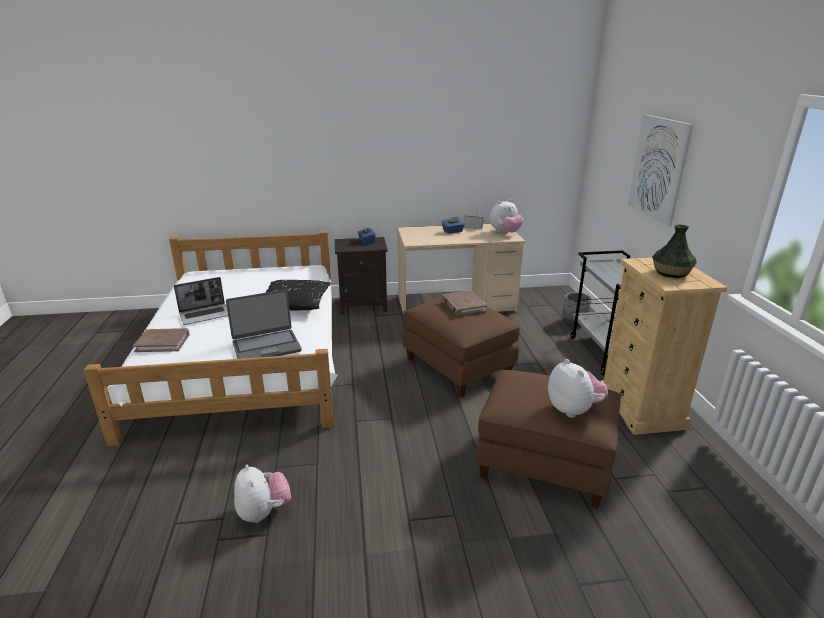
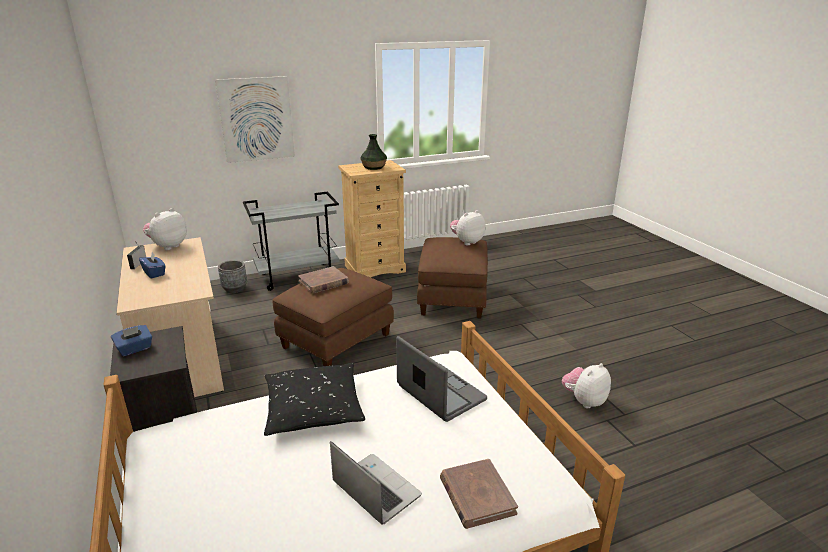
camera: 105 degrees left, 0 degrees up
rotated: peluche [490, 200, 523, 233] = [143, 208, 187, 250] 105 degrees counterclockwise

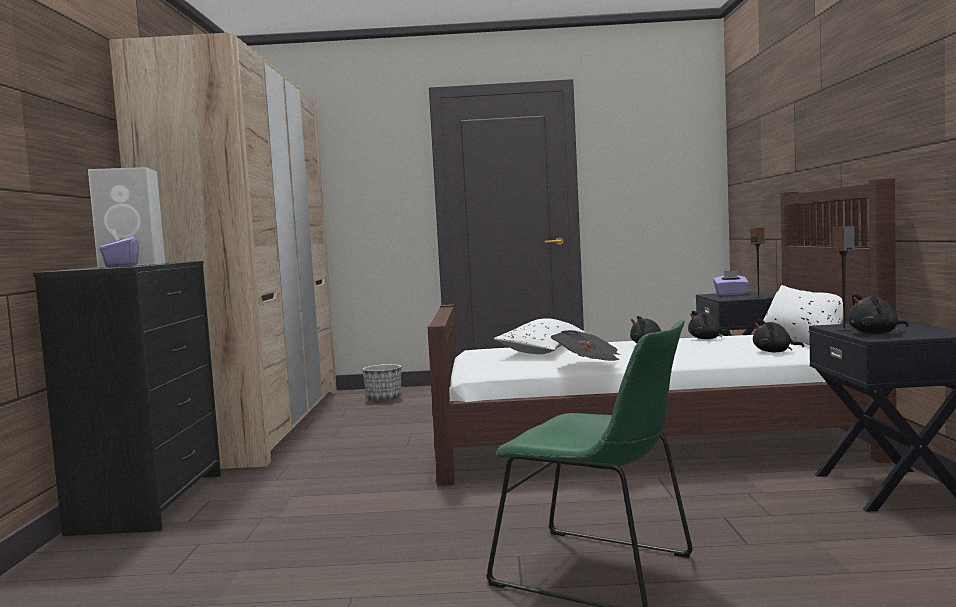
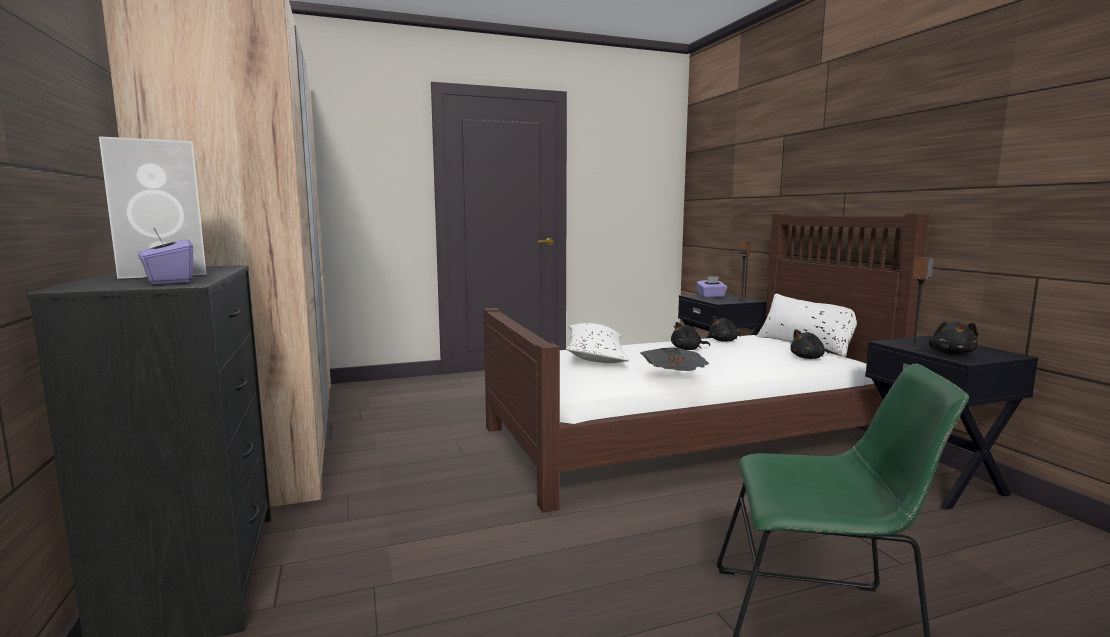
camera: 20 degrees left, 5 degrees up
gone: cache-pot [363, 364, 401, 402]
rotated: peluche [noir] [848, 293, 909, 334] = [928, 320, 978, 355] 45 degrees counterclockwise

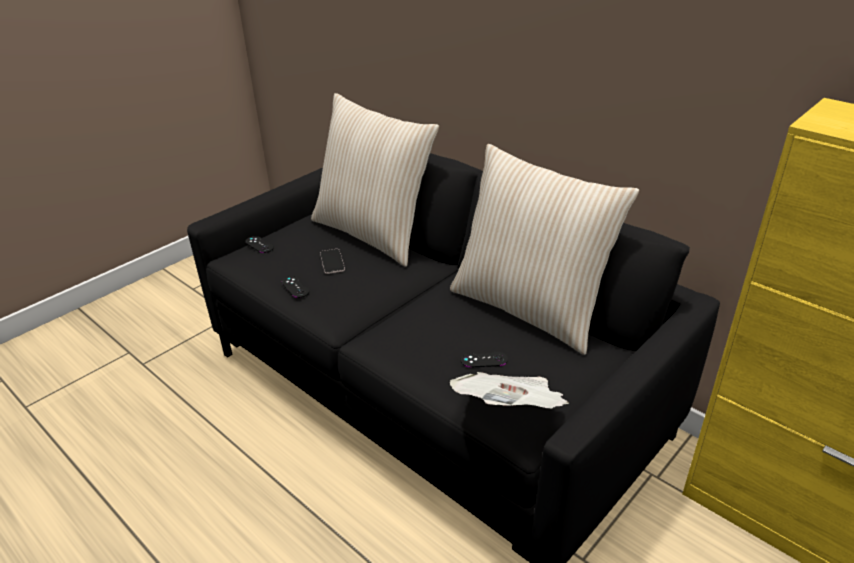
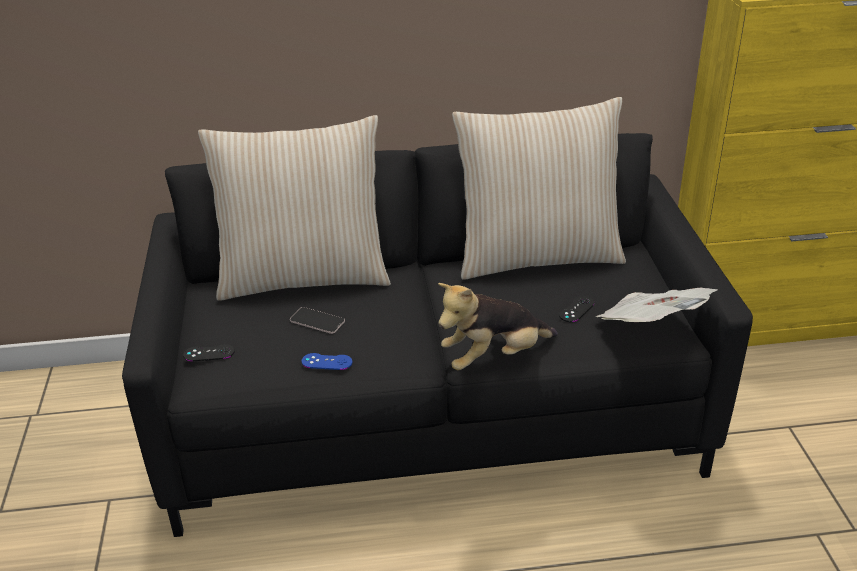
camera: 50 degrees left, 0 degrees up
new: peluche [438, 283, 558, 370]
repainted: manette [noir] [282, 276, 309, 298] to manette [bleu] [302, 353, 352, 370]

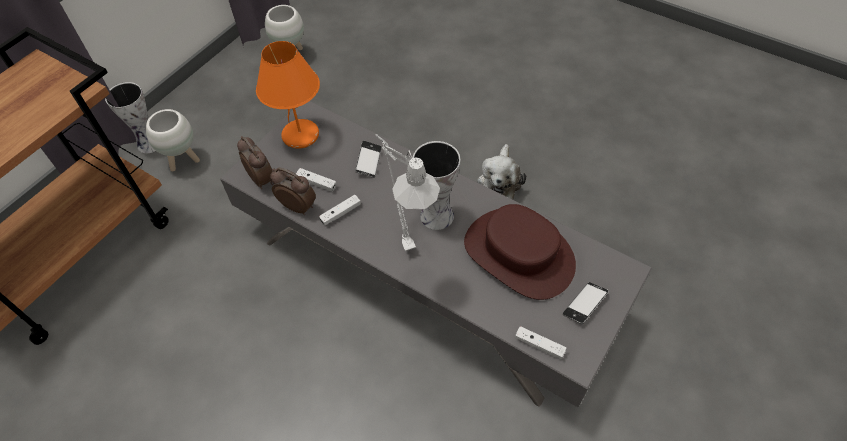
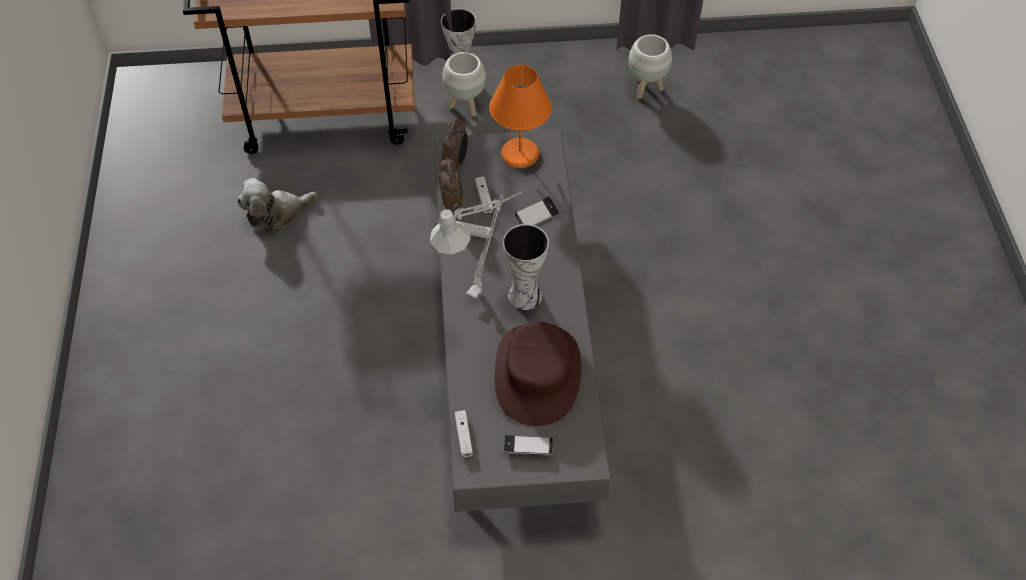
camera: 50 degrees right, 0 degrees up
shifted: peluche [477, 144, 526, 200] to [237, 178, 317, 233]

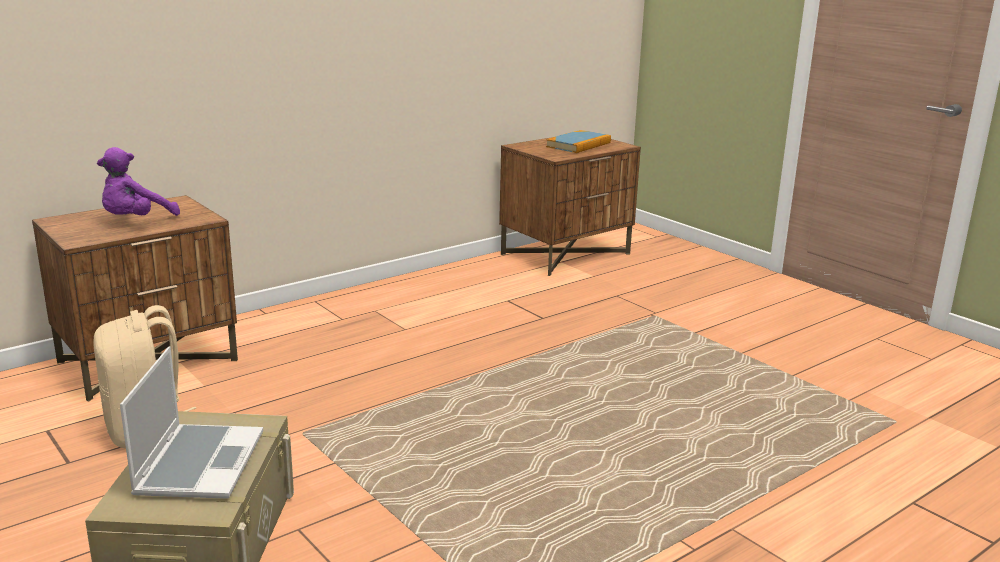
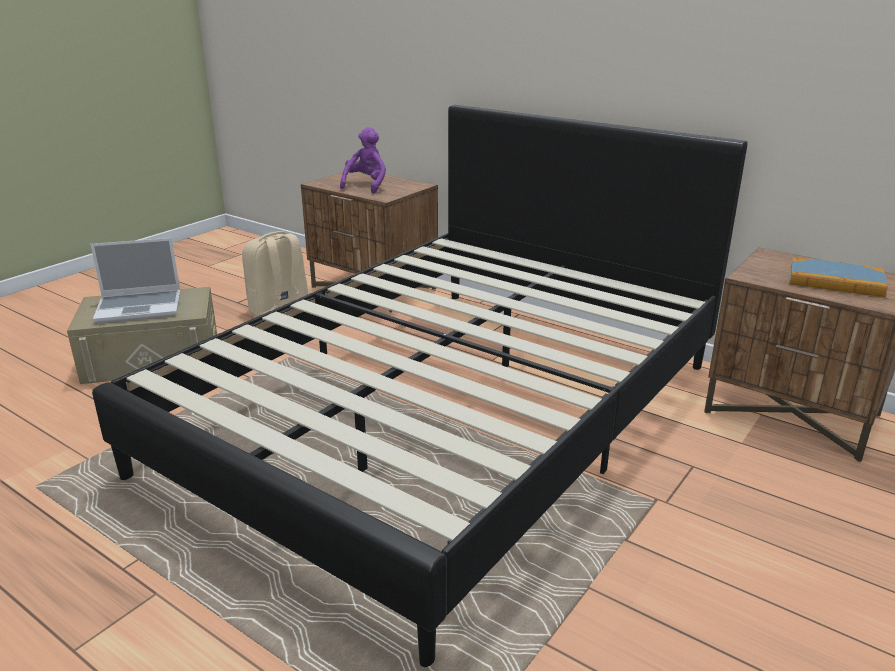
camera: 75 degrees right, 5 degrees up
new: lit [noir] [92, 105, 748, 667]
rotated: peluche [violet] [97, 147, 180, 216] = [340, 127, 386, 193] 90 degrees clockwise

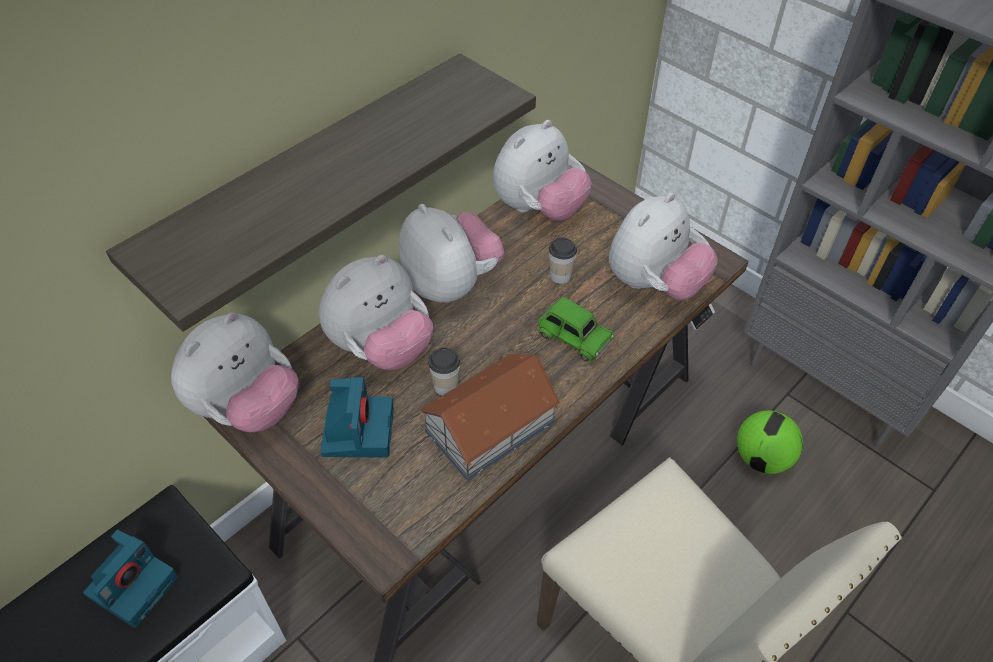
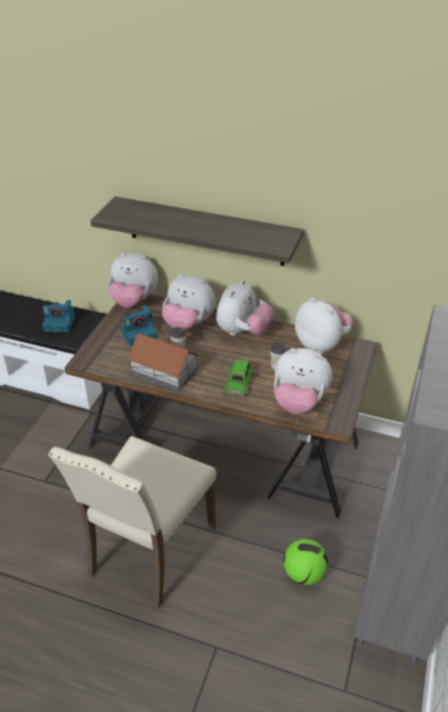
camera: 65 degrees right, 10 degrees down
rotated: peluche [493, 120, 592, 221] = [295, 297, 353, 354] 150 degrees counterclockwise

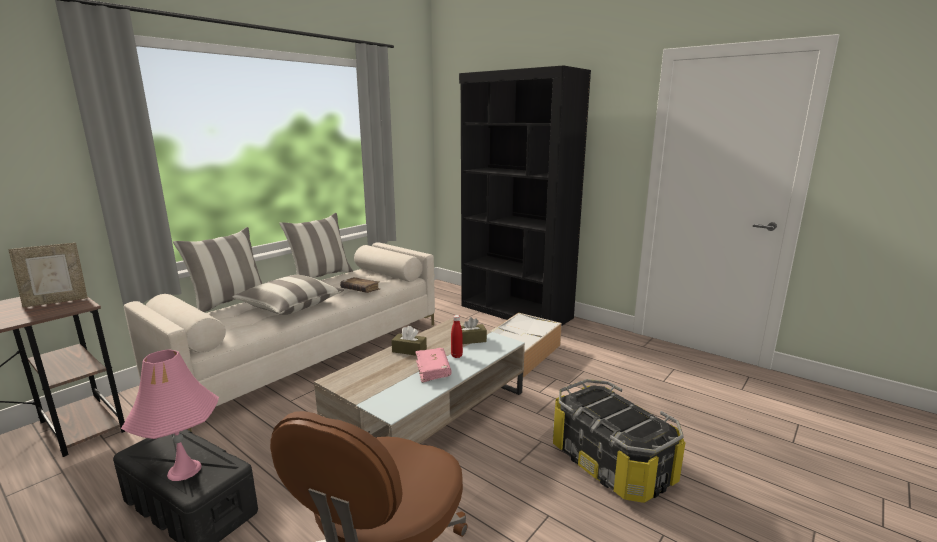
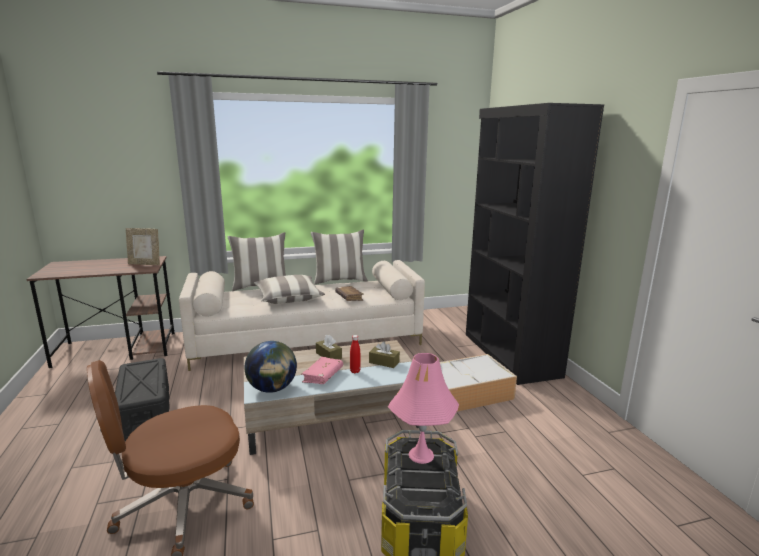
camera: 35 degrees right, 0 degrees up
new: globe [244, 341, 297, 393]
shifted: lampe de table [rose] [121, 349, 219, 481] to [388, 353, 459, 464]

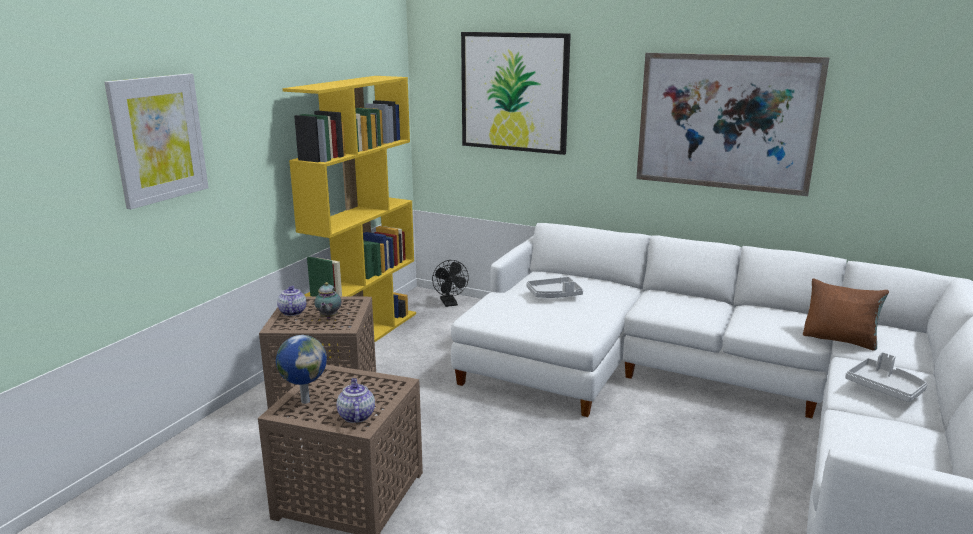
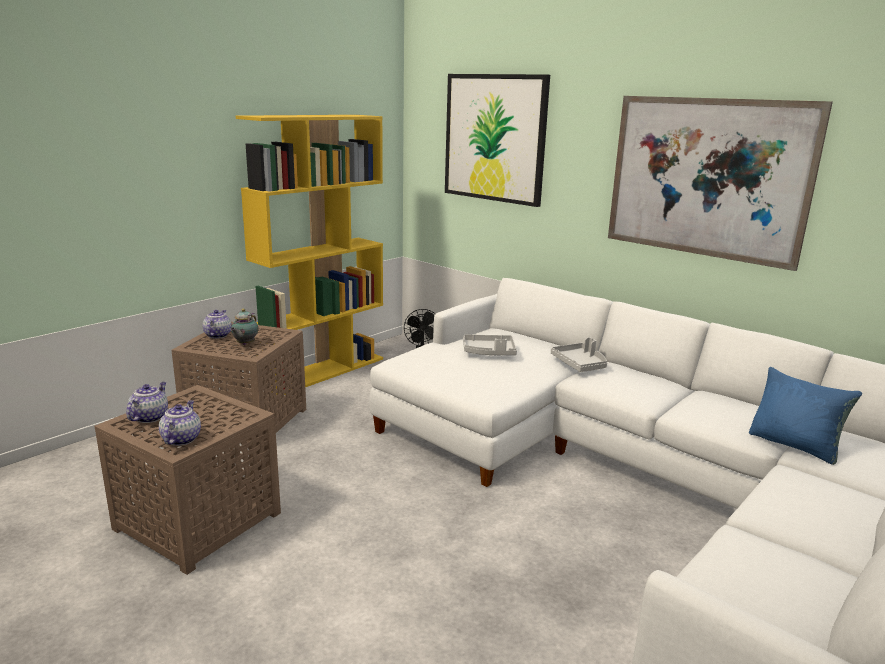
camera: 15 degrees right, 0 degrees up
gone: tableau [104, 74, 208, 209]
shifted: plateau [gris] [845, 352, 927, 402] to [551, 337, 607, 372]
swapped: globe [276, 335, 327, 404] to théière [126, 382, 168, 423]
repainted: coussin [marron] [803, 279, 889, 351] to coussin [bleu] [749, 367, 862, 465]

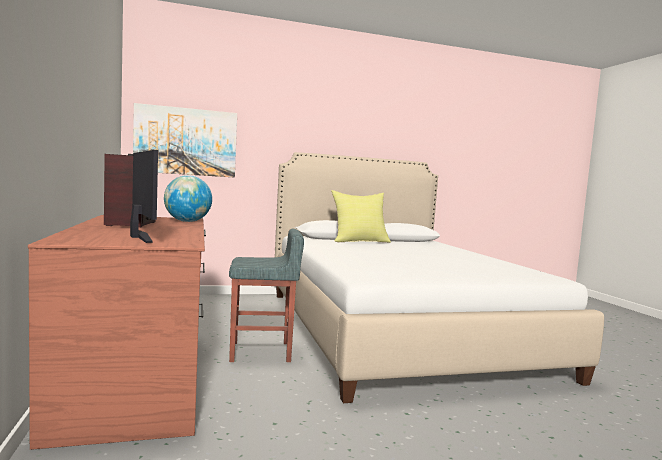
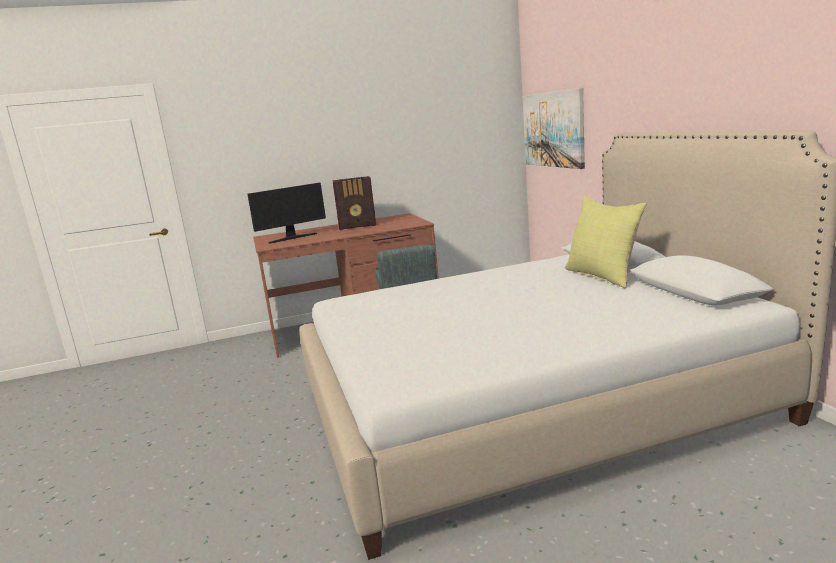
camera: 90 degrees right, 10 degrees up
gone: globe [164, 175, 212, 222]

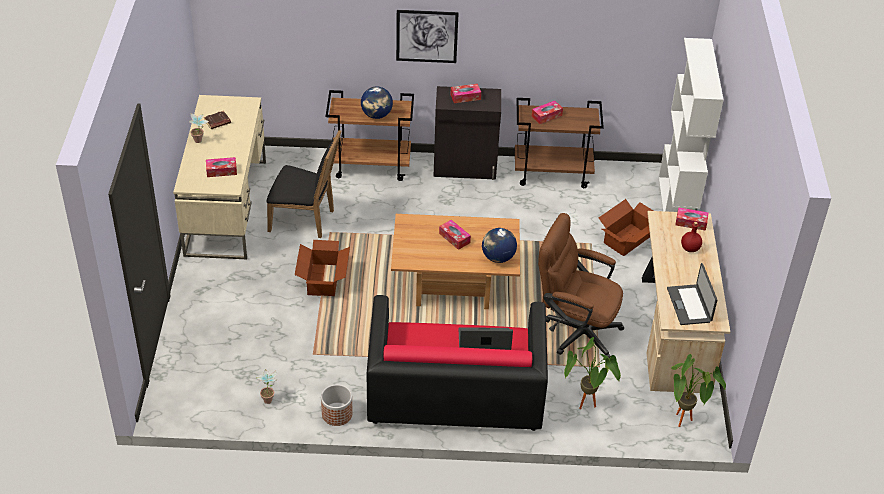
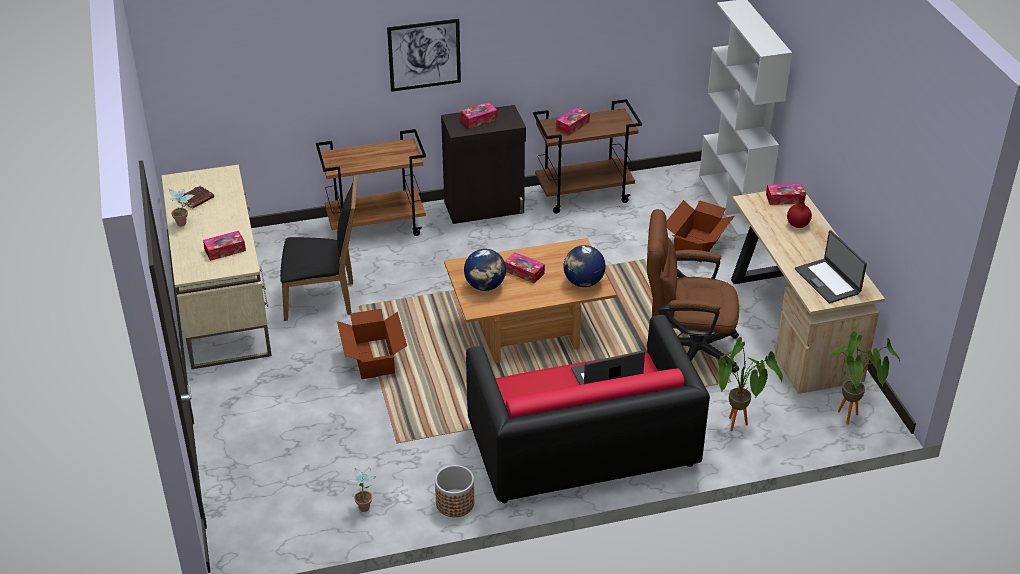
camera: 15 degrees left, 5 degrees down
shifted: globe [361, 87, 393, 119] to [464, 249, 506, 291]

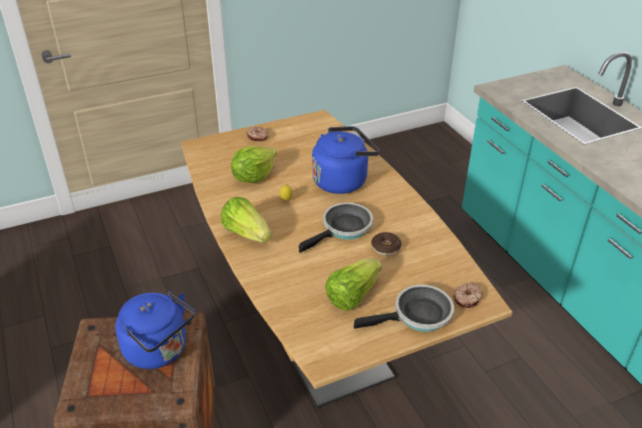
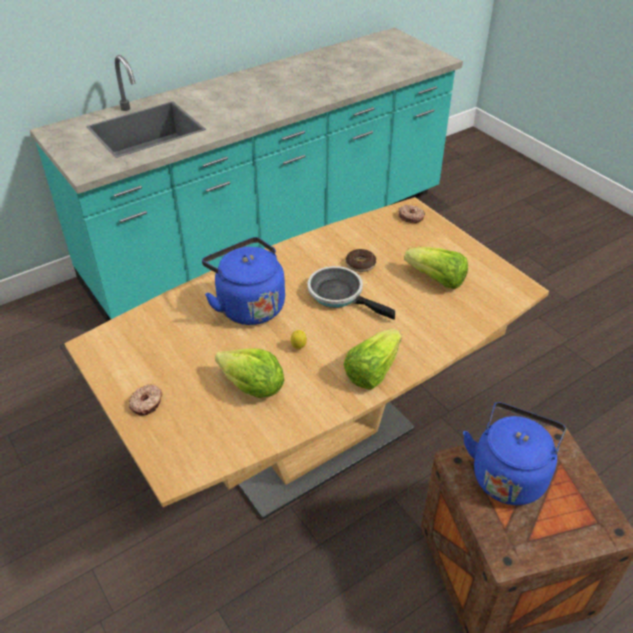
camera: 100 degrees left, 5 degrees up
gone: poêle [354, 285, 454, 332]

